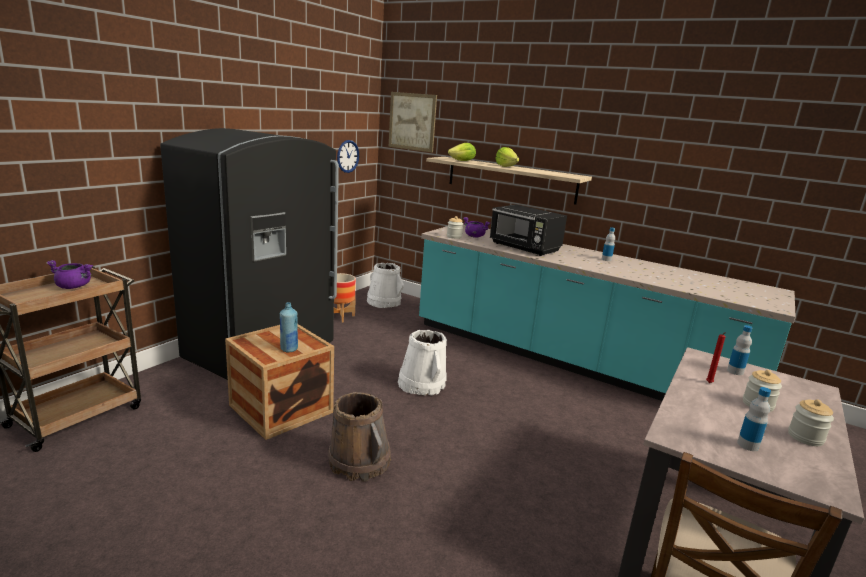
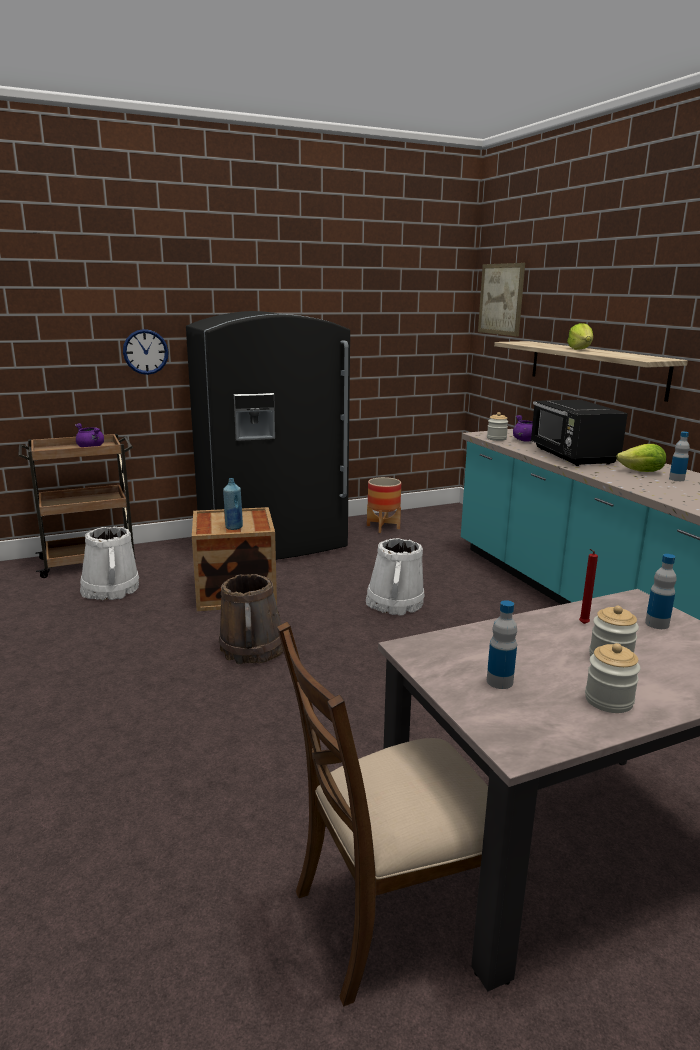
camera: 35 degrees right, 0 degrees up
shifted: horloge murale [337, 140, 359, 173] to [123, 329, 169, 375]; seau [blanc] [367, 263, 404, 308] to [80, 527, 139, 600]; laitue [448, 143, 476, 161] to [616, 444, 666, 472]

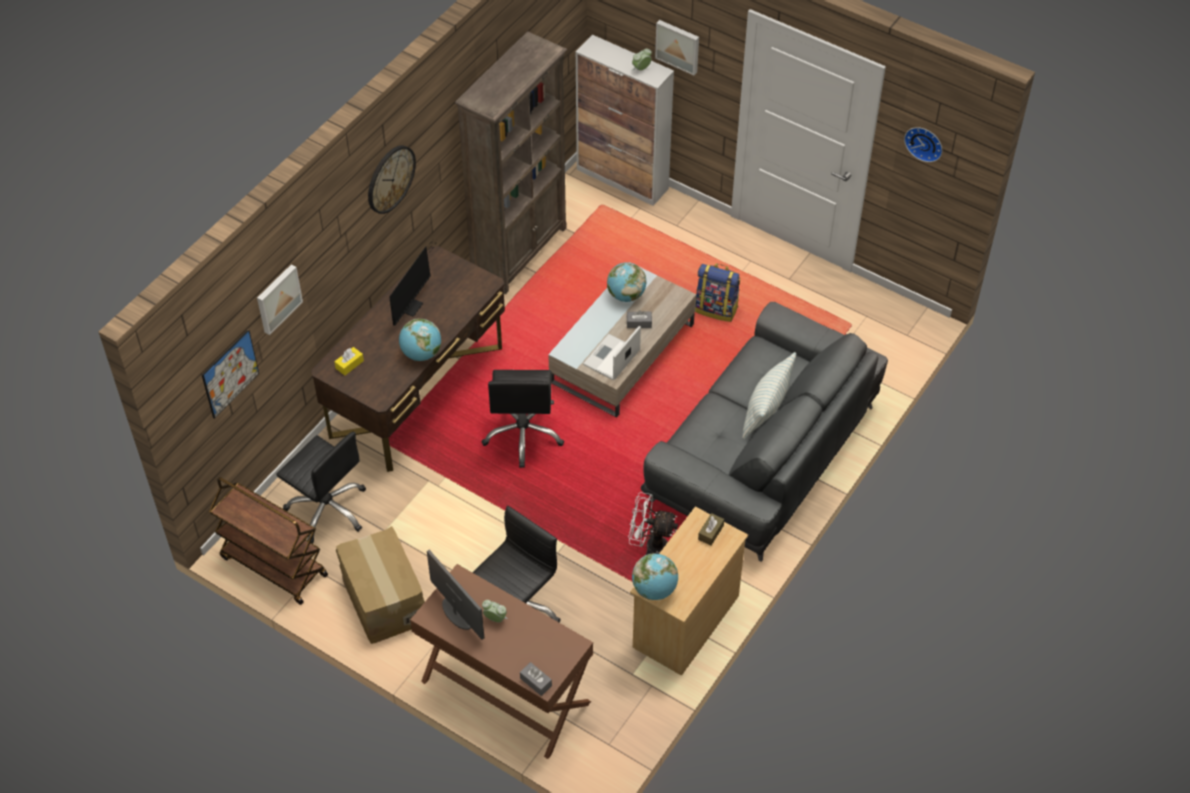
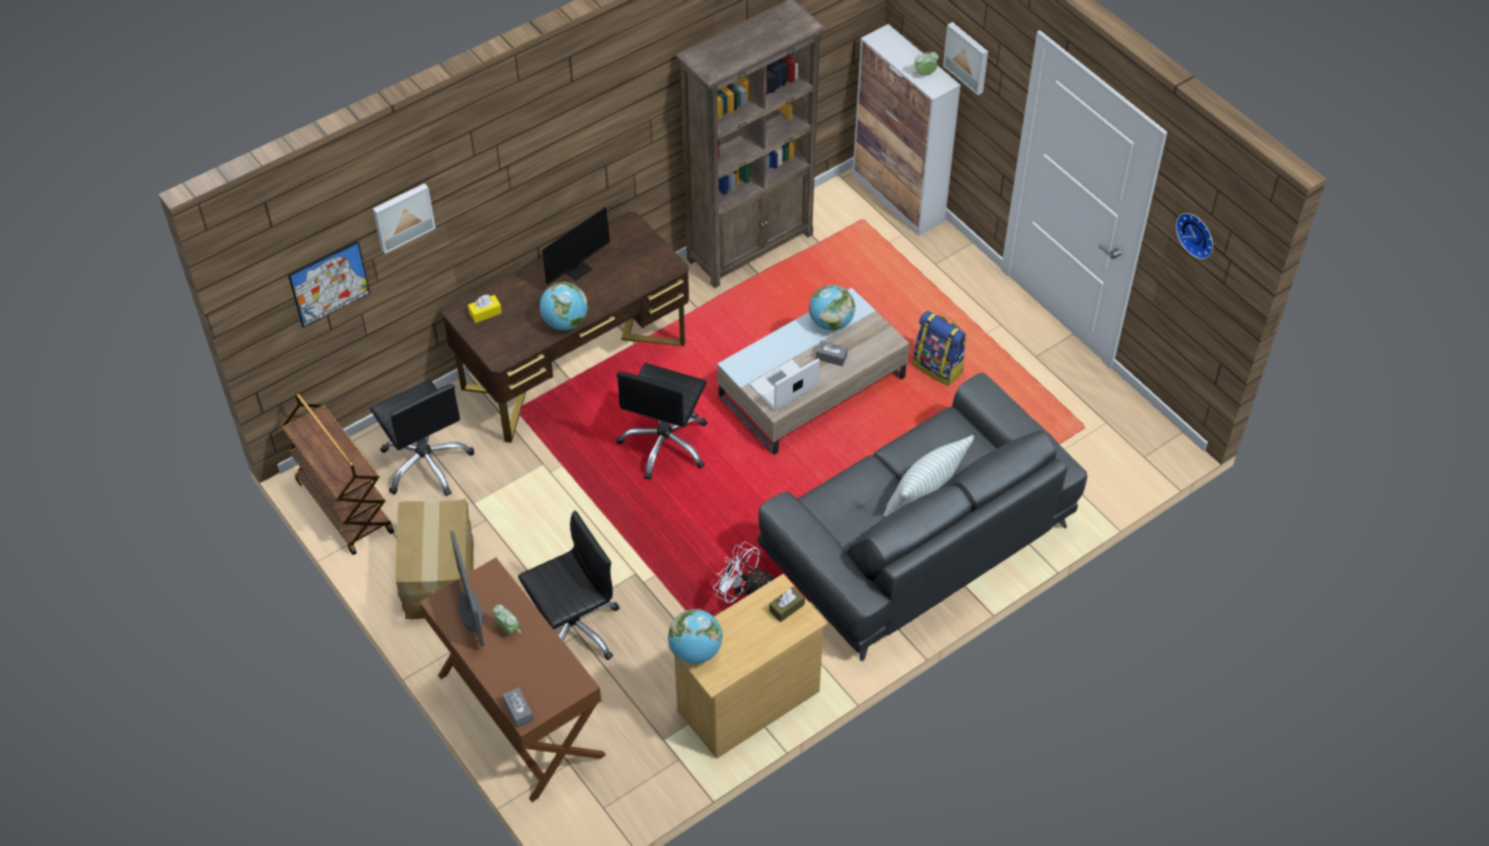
camera: 20 degrees right, 0 degrees up
gone: horloge murale [368, 145, 416, 214]

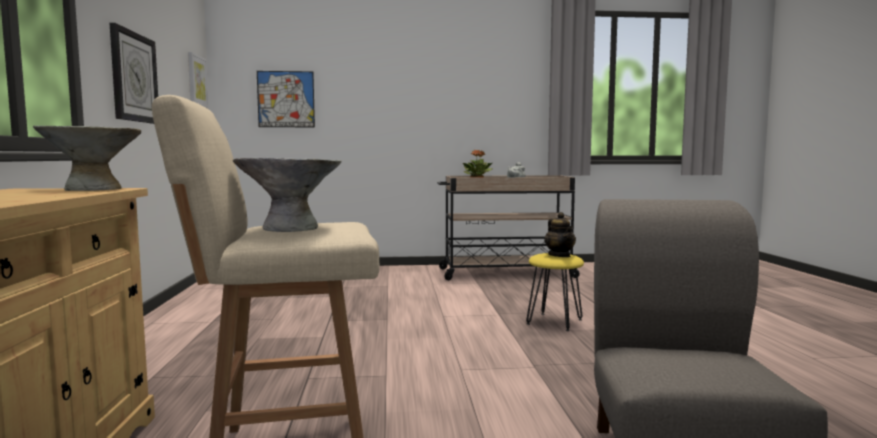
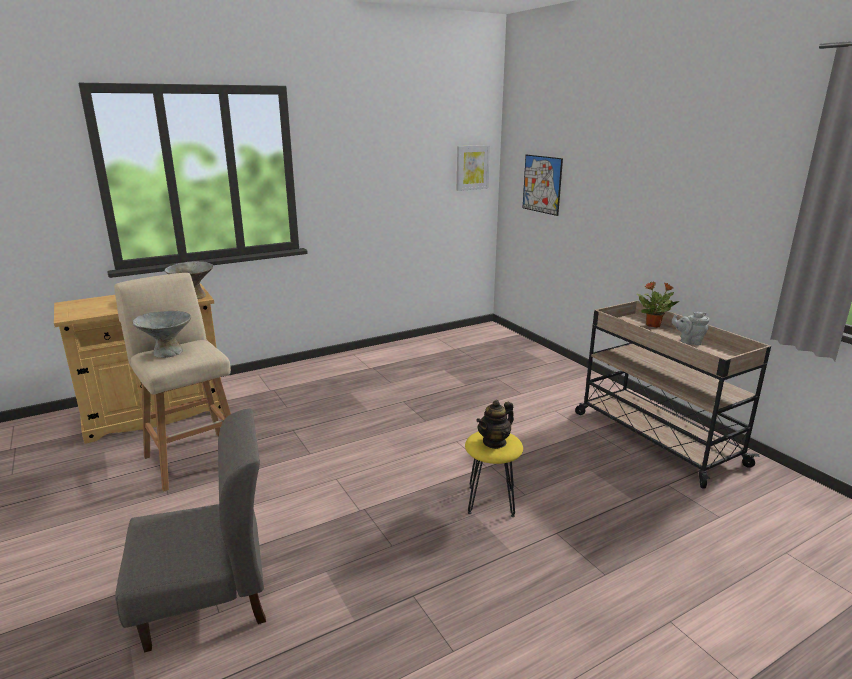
camera: 65 degrees right, 15 degrees up
gone: horloge murale [109, 23, 158, 124]

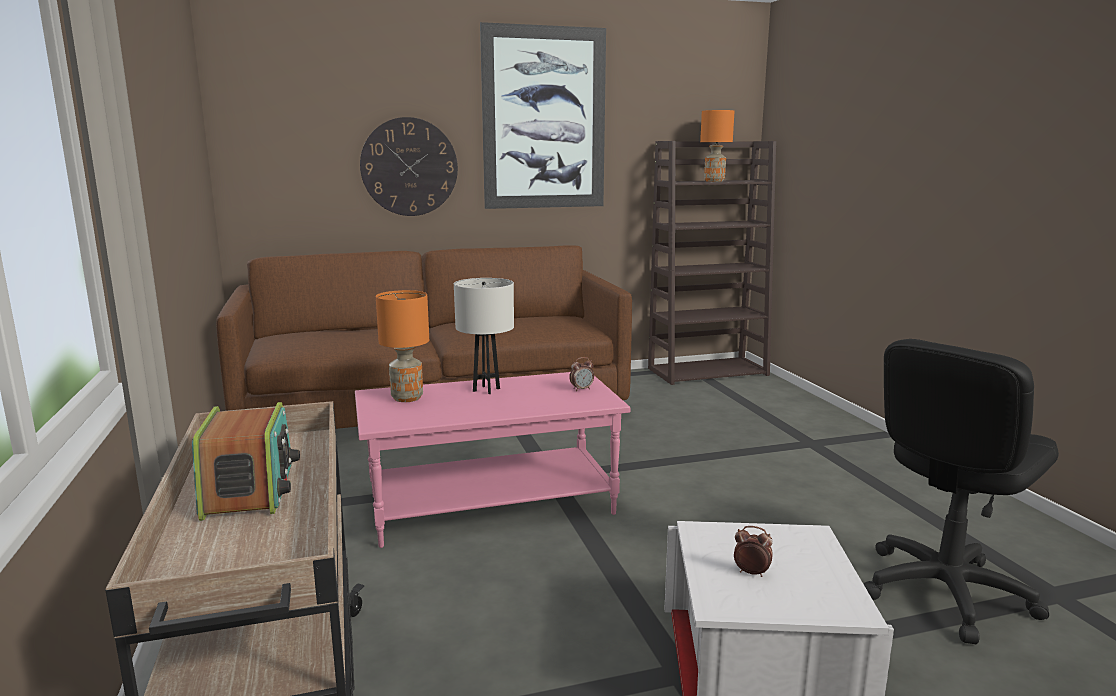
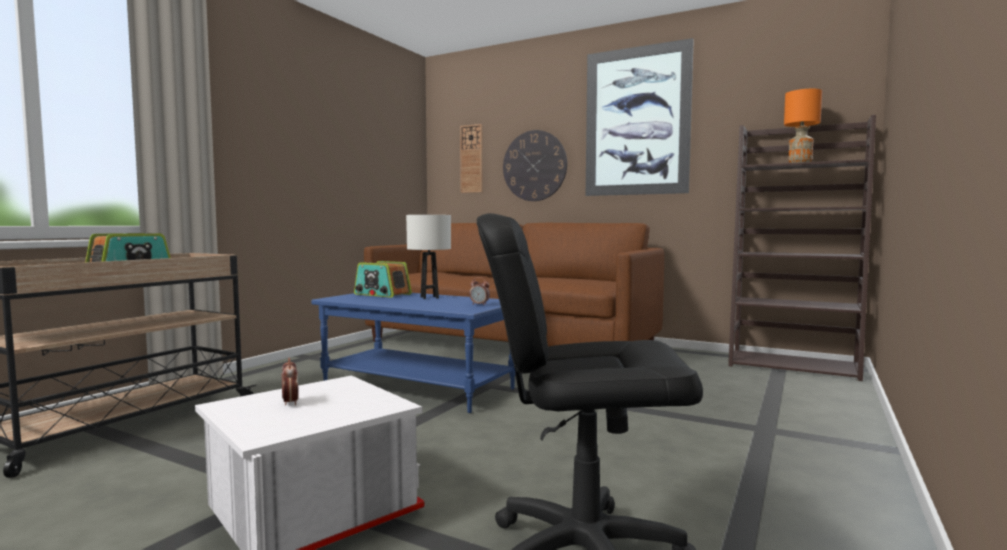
camera: 45 degrees right, 10 degrees down
new: horloge murale [460, 124, 483, 193]
swapped: lampe de table [orange] [376, 290, 429, 402] to radio [354, 261, 412, 298]
repainted: table basse [rose] [355, 372, 630, 548] to table basse [bleu] [311, 293, 515, 413]

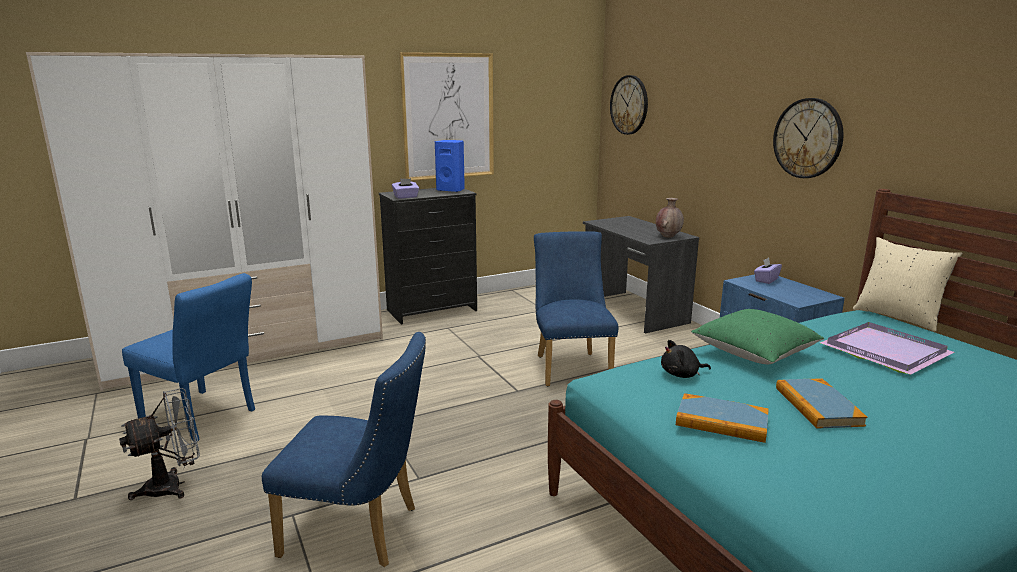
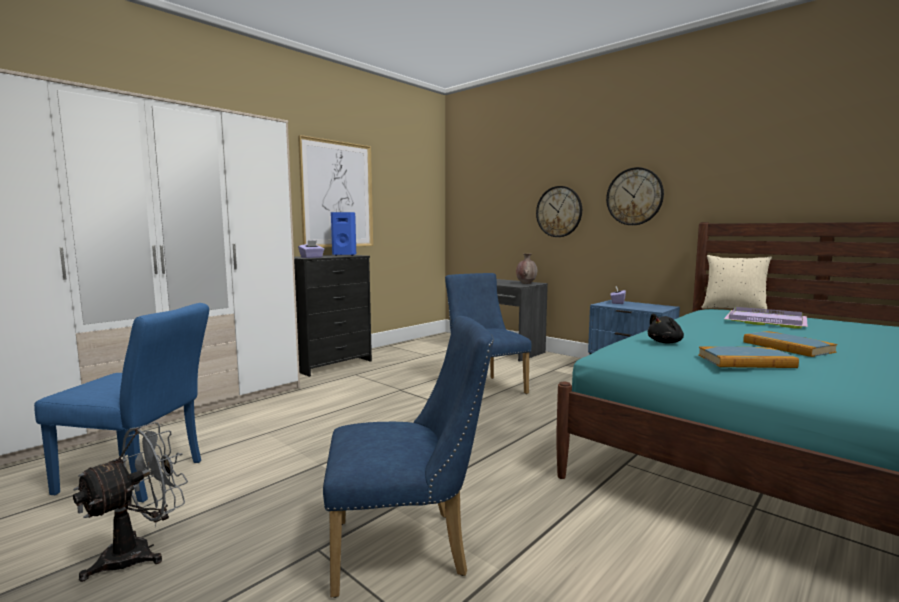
camera: 20 degrees left, 10 degrees down
gone: coussin [vert] [691, 309, 824, 364]
shifted: horloge murale [610, 75, 648, 135] to [536, 186, 582, 237]

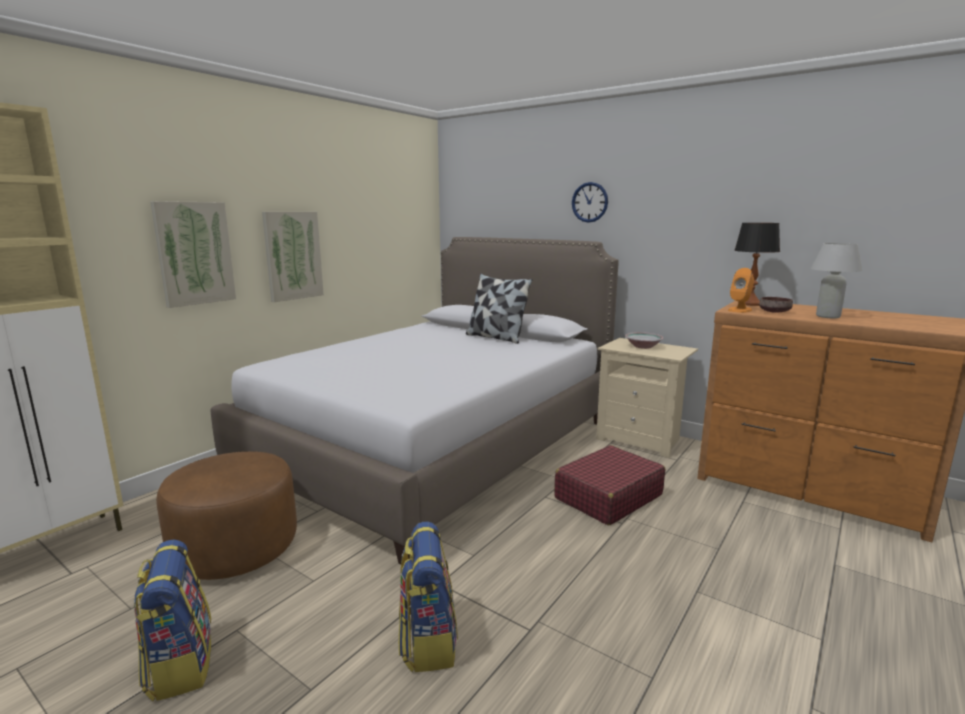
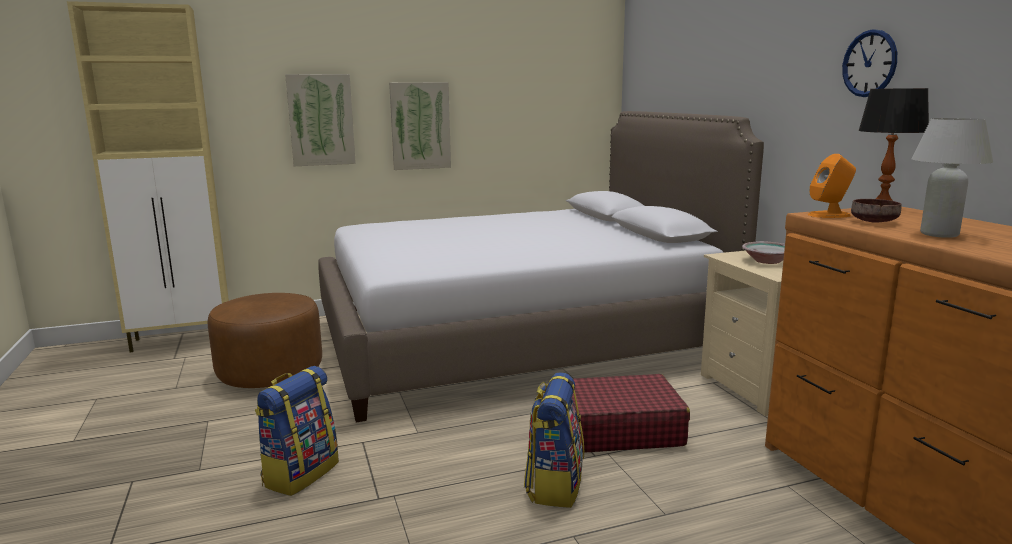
camera: 35 degrees right, 0 degrees up
gone: coussin [466, 274, 532, 344]
shifted: sac à dos [134, 539, 211, 702] to [524, 372, 584, 508]; horloge murale [572, 182, 608, 223] to [842, 29, 897, 97]

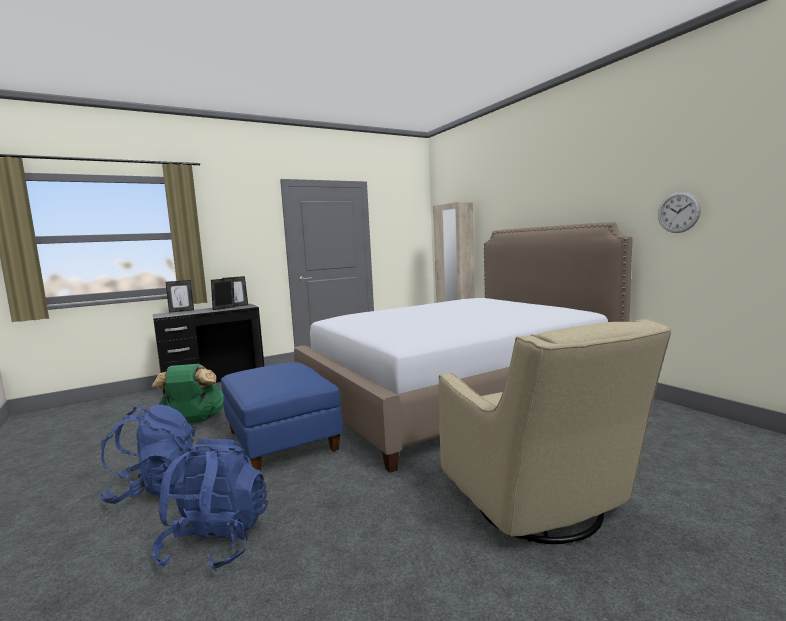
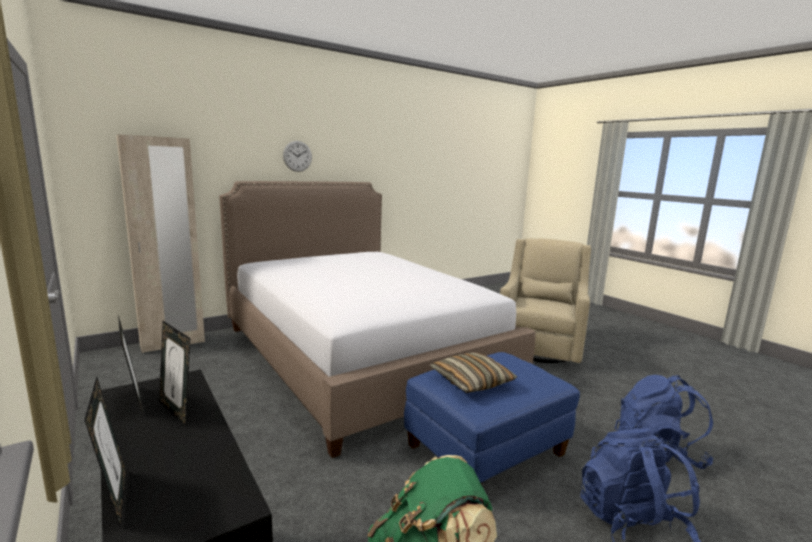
camera: 95 degrees left, 5 degrees up
new: coussin [430, 352, 517, 393]
shifted: horloge murale [658, 192, 701, 233] to [283, 141, 312, 172]
rotated: fauteuil [beige] [438, 319, 671, 544] = [500, 238, 591, 363] 45 degrees counterclockwise

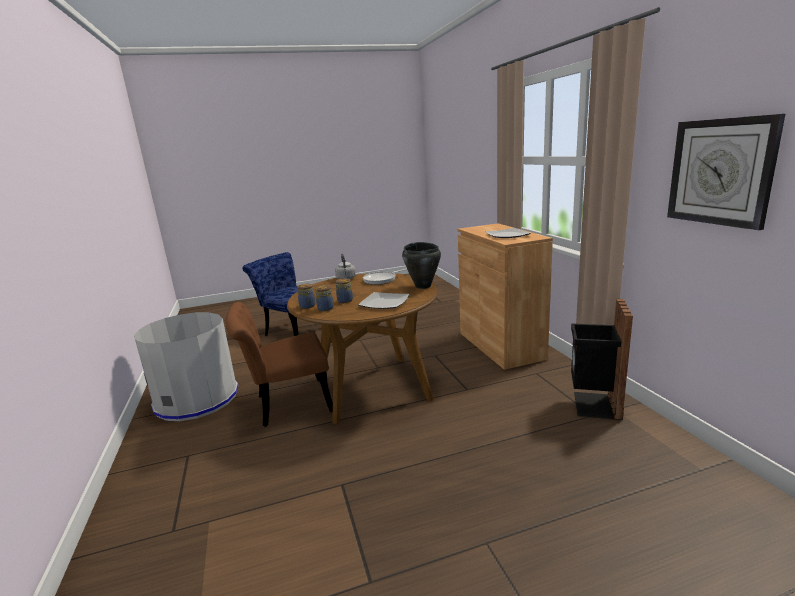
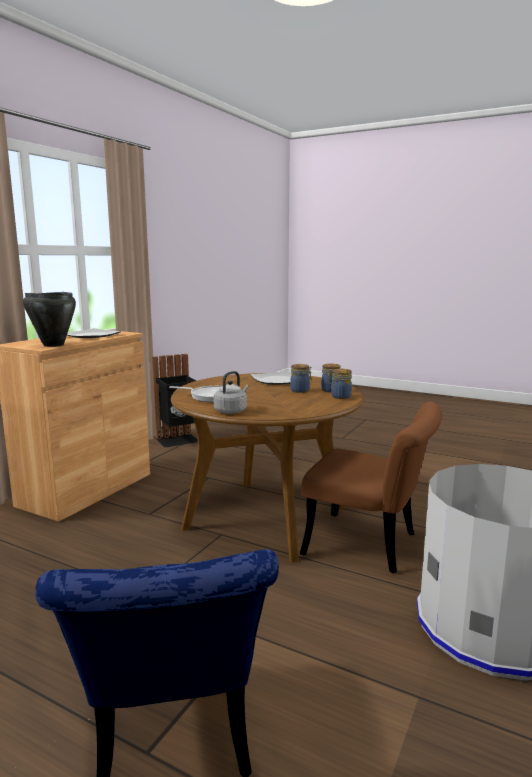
camera: 135 degrees left, 5 degrees down
gone: horloge murale [667, 114, 785, 230]
shifted: marmite [noir] [402, 242, 441, 289] to [23, 292, 76, 347]

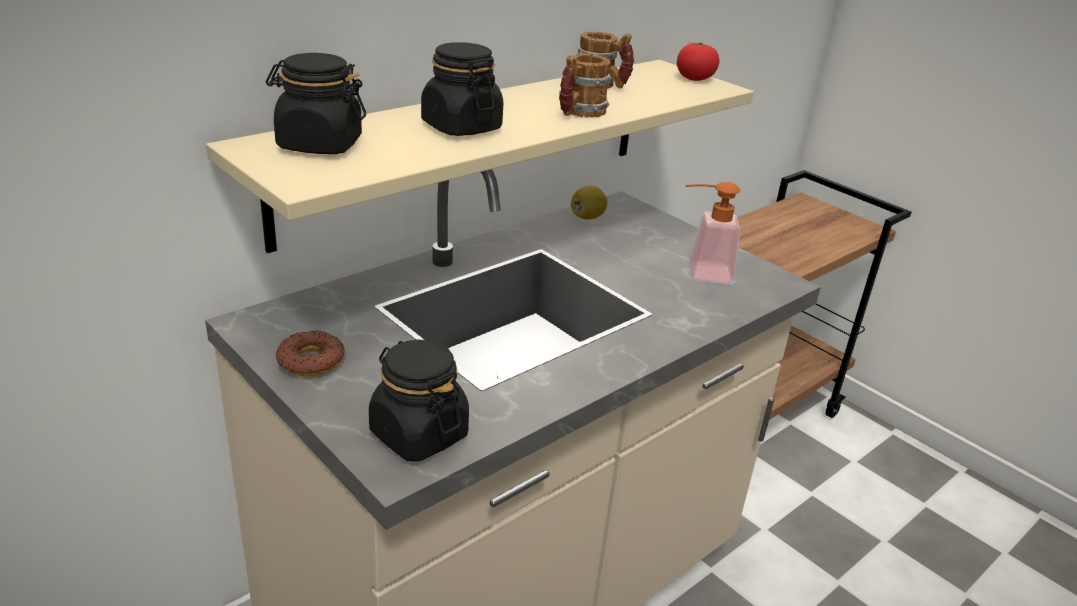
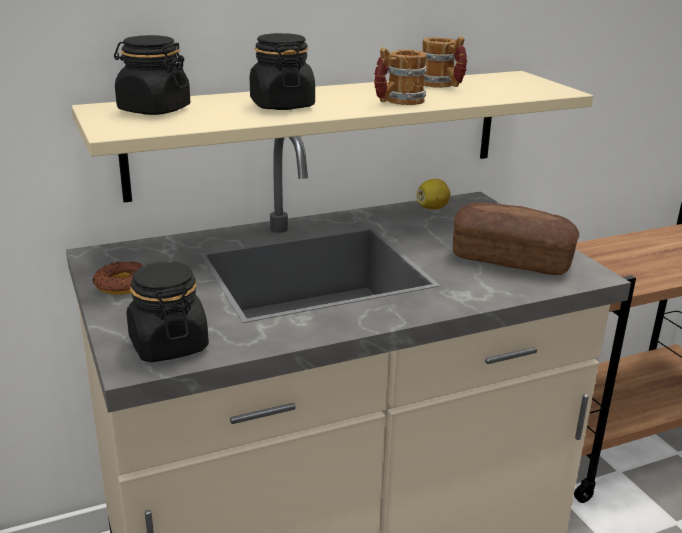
camera: 20 degrees right, 5 degrees down
gone: tomate [677, 42, 719, 81]
swapped: distributeur de savon [685, 182, 740, 284] to pain [453, 202, 579, 275]

